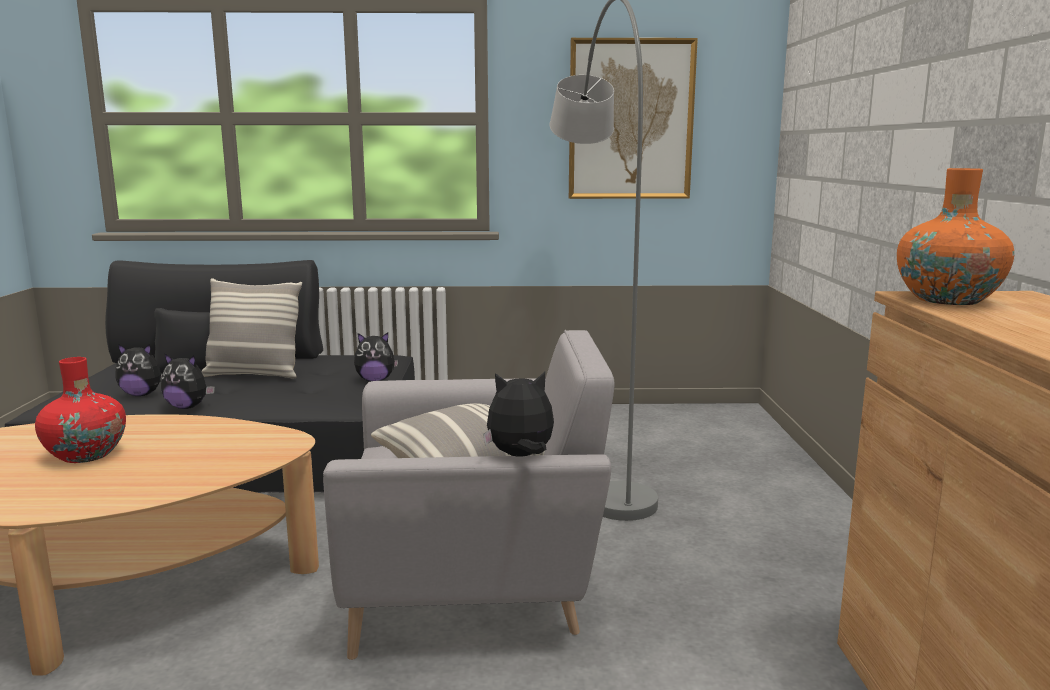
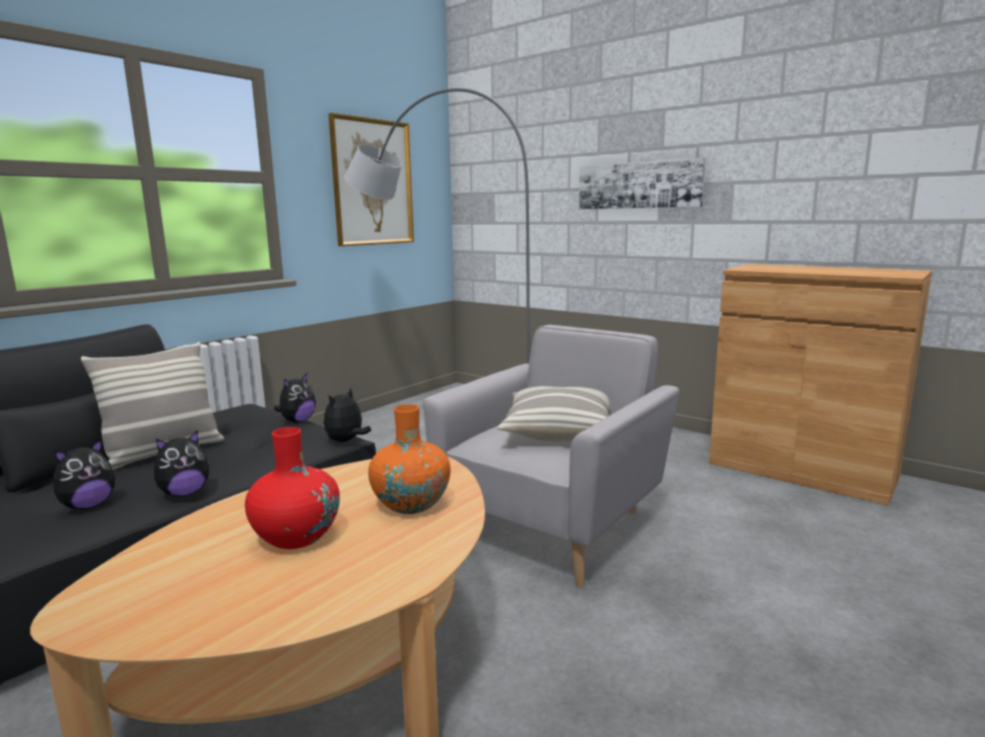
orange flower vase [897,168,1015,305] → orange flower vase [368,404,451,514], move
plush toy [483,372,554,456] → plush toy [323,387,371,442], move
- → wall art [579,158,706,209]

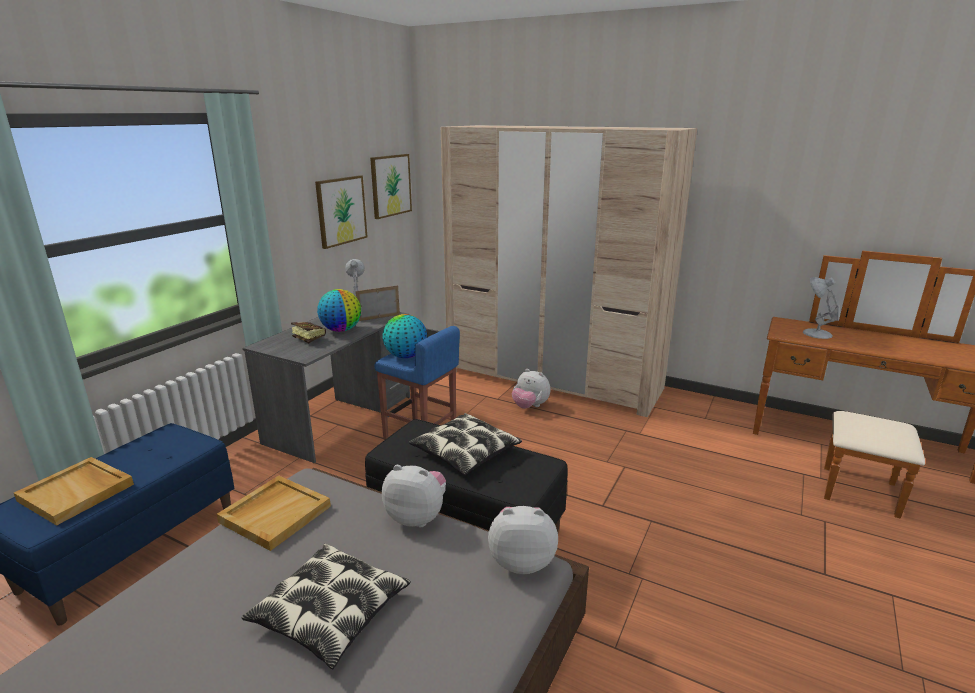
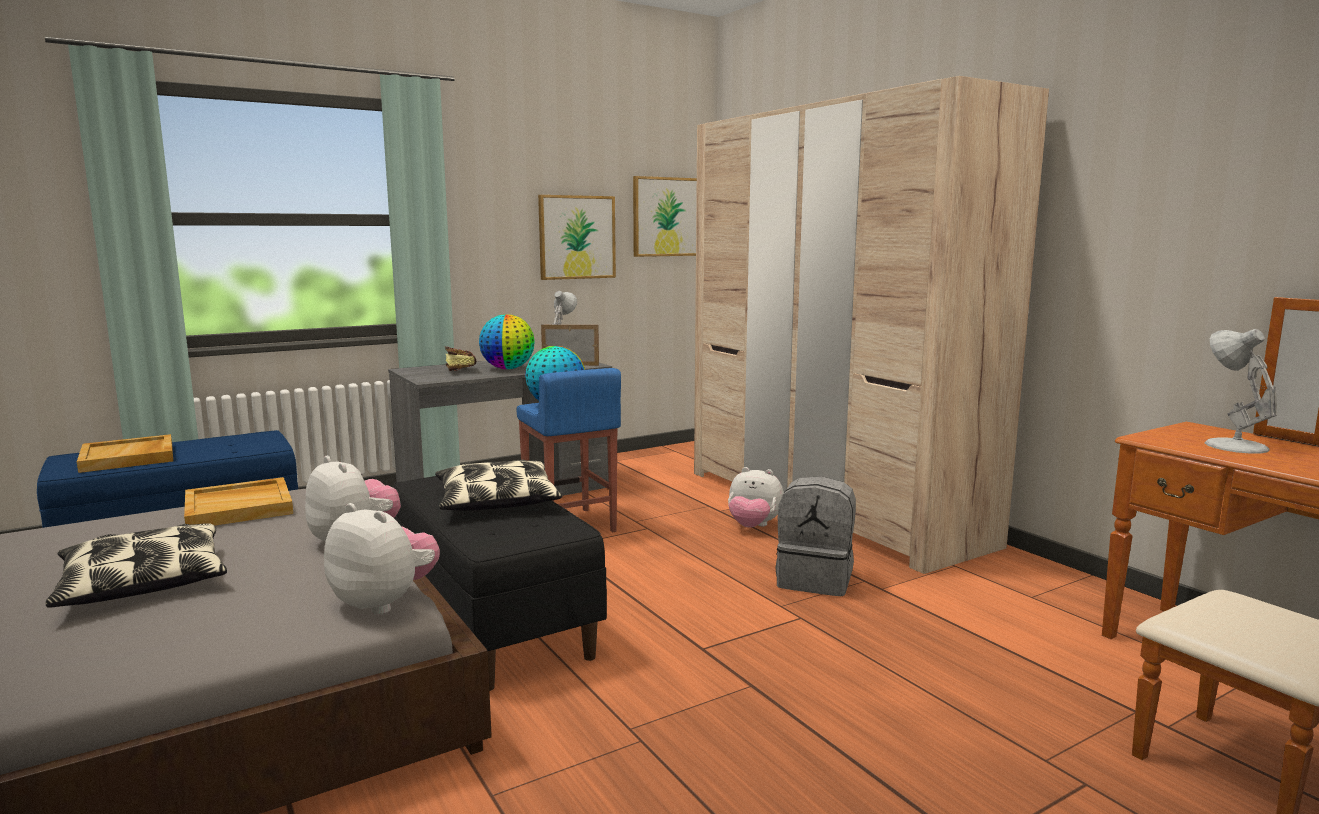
plush toy [512,369,550,409] → plush toy [728,467,784,528], 45 degrees counterclockwise
- → greyish rucksack [775,476,856,596]

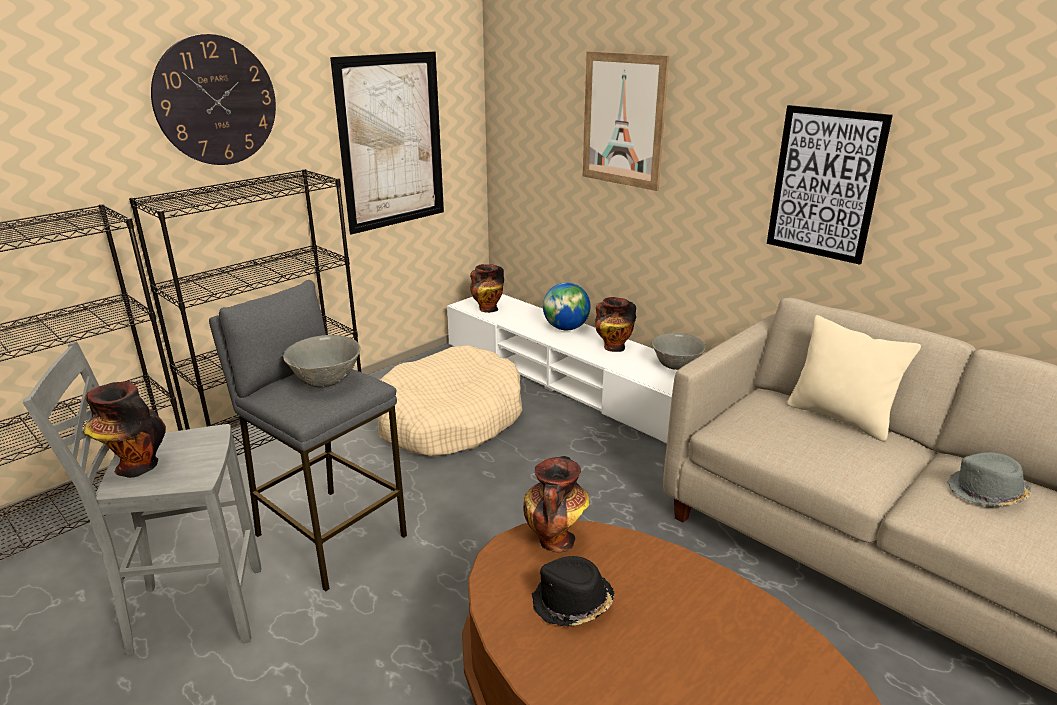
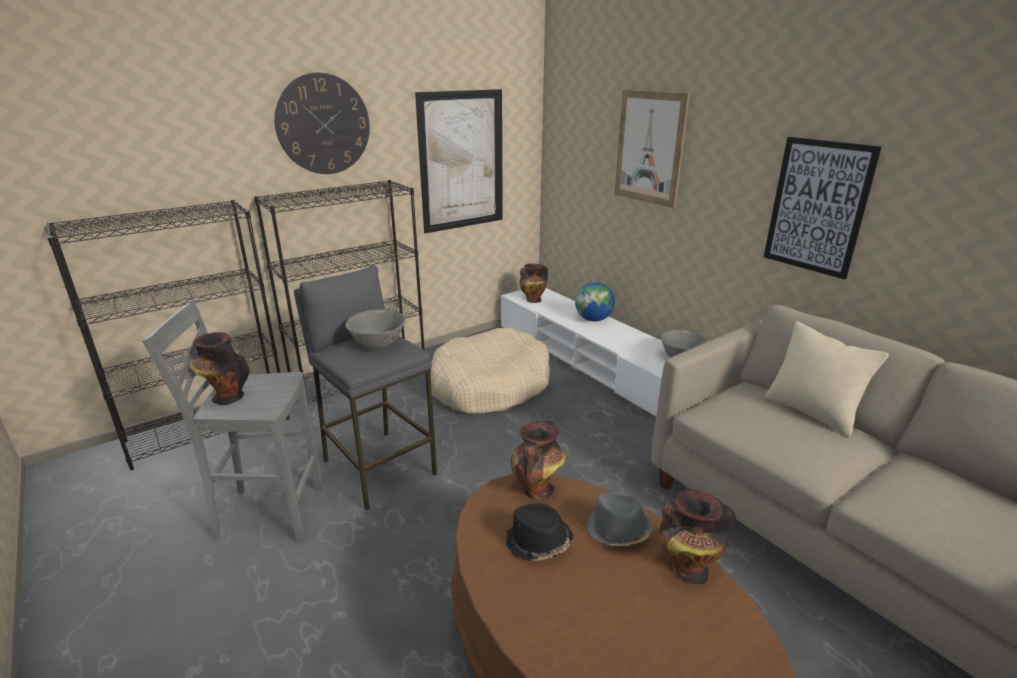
flower vase [595,297,636,352] → flower vase [659,489,736,584], move
greyish wearable hat [947,452,1031,506] → greyish wearable hat [586,492,653,546], move

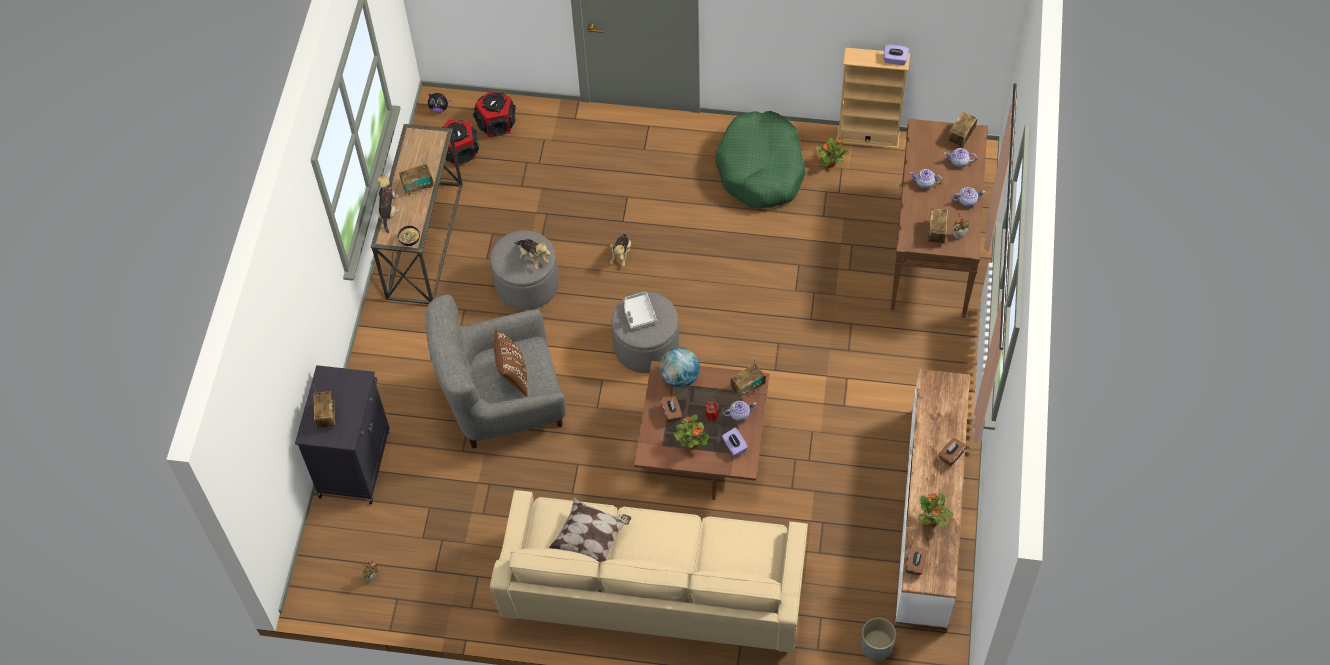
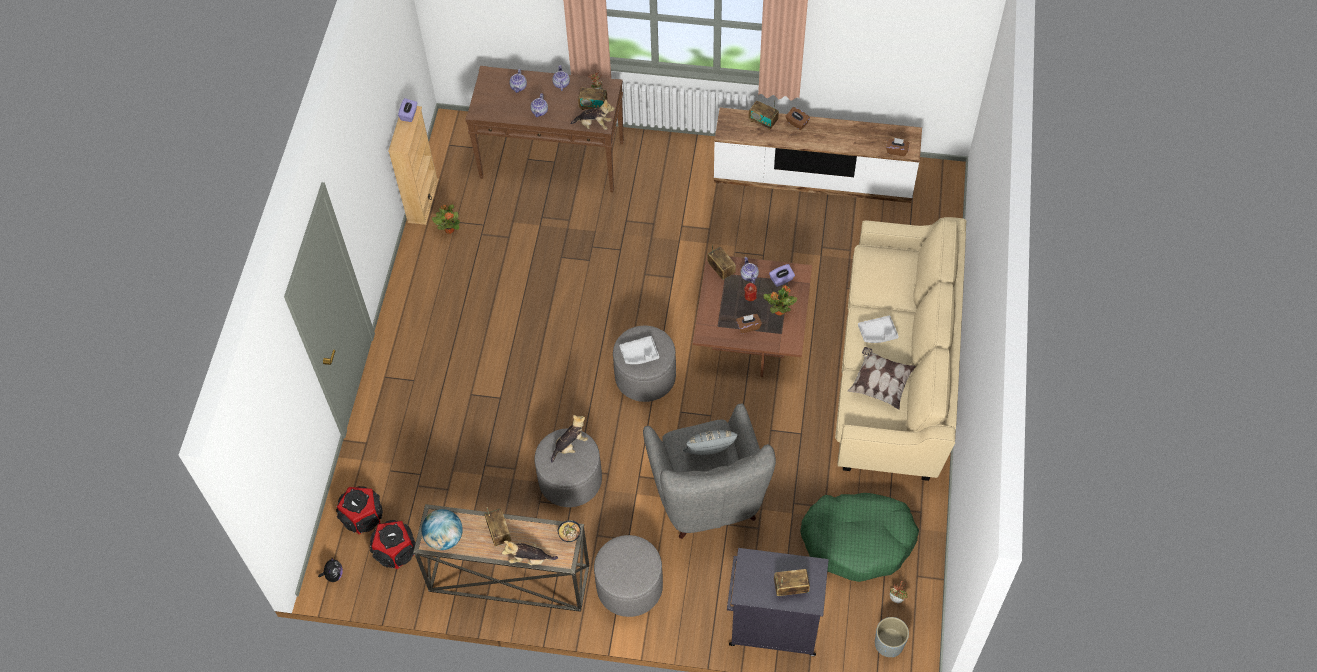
green pet bed [715,111,806,209] → green pet bed [800,493,919,582], move
radio receiver [948,111,977,147] → radio receiver [748,100,779,130], move
plush toy [610,233,631,267] → plush toy [570,99,615,130], move
brown-coloured throw pillow [494,329,528,397] → greyish throw pillow [683,430,738,455]
world globe [660,348,700,388] → world globe [422,509,463,550], move
plant in a pot [918,493,953,527] → -
greyish plant pot [861,617,896,661] → greyish plant pot [875,617,909,657], move
- → greyish carrying tray [858,315,899,343]
- → greyish footrest [594,535,663,617]

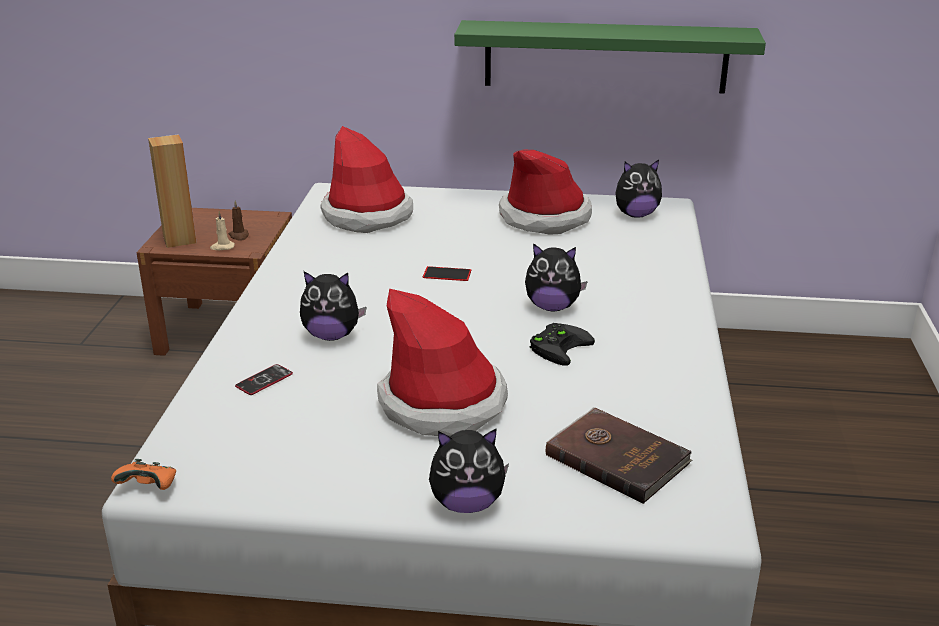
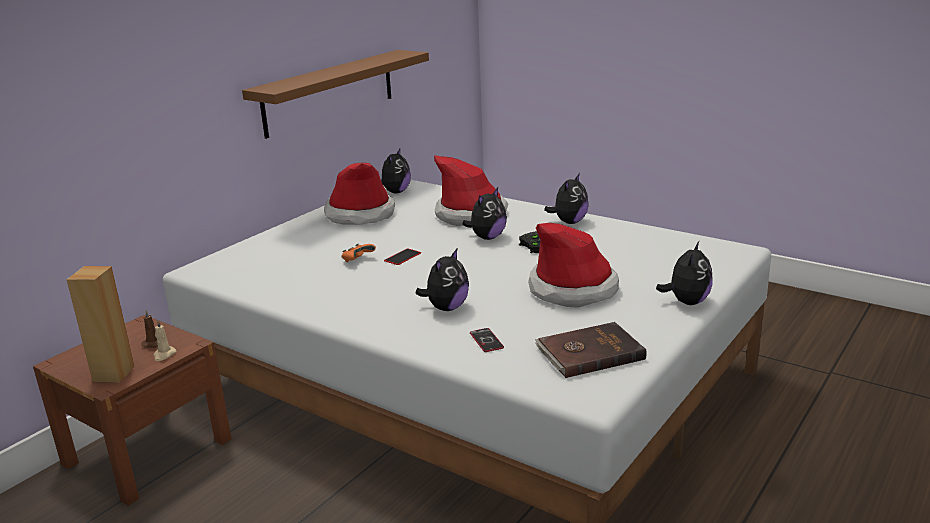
green bracket shelf [454,20,766,94] → brown-coloured bracket shelf [242,50,429,139]
wearable hat [320,126,413,233] → wearable hat [434,155,509,226], move
brown-coloured volume [546,407,693,504] → brown-coloured volume [535,322,647,378], move
orange gamepad [111,459,176,490] → orange gamepad [341,244,376,262], move
- → plush toy [544,173,589,224]

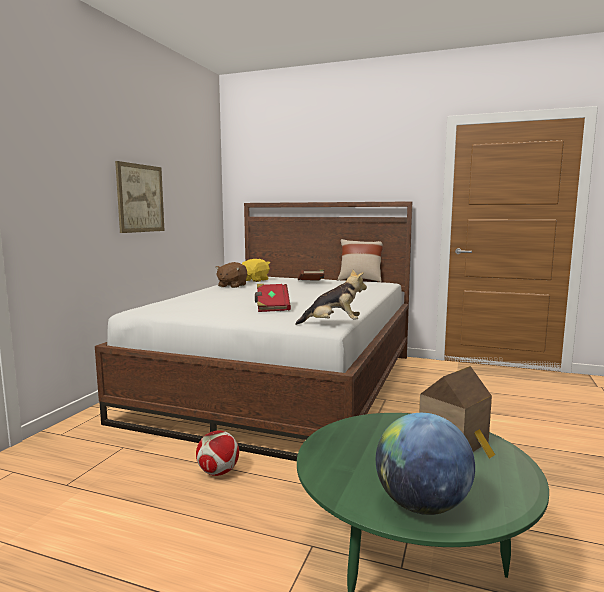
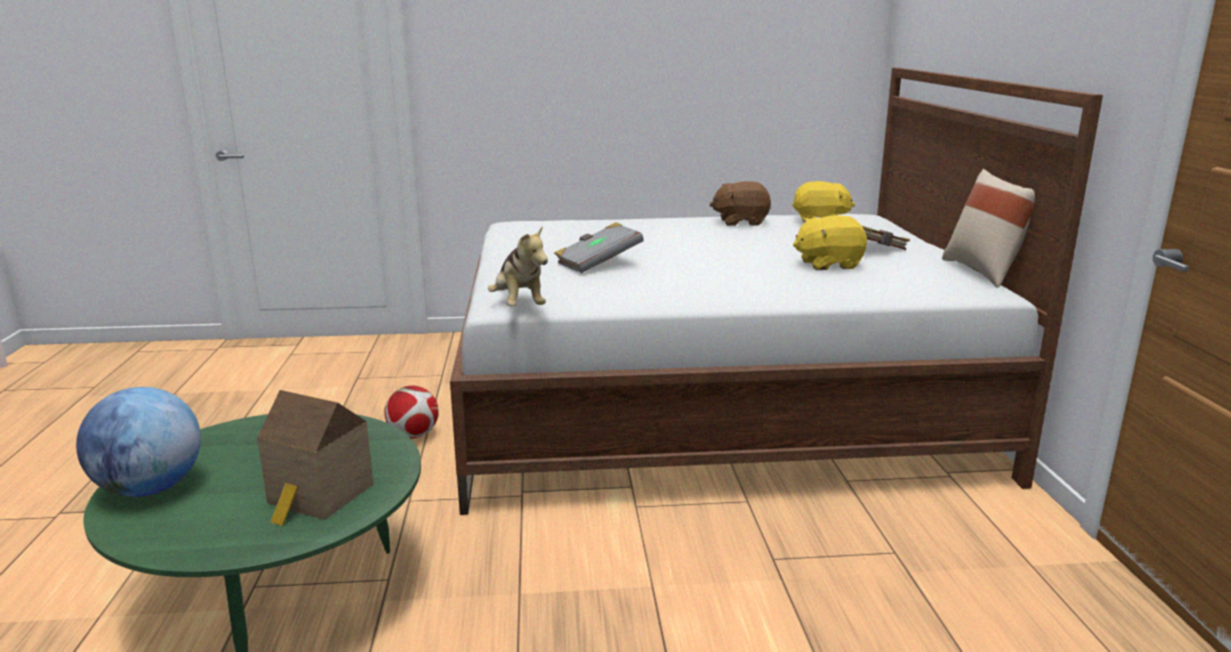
wall art [115,161,164,233] → -
reddish volume [255,284,291,312] → greyish volume [554,222,644,273]
- → yellow-coloured plush toy [793,215,867,270]

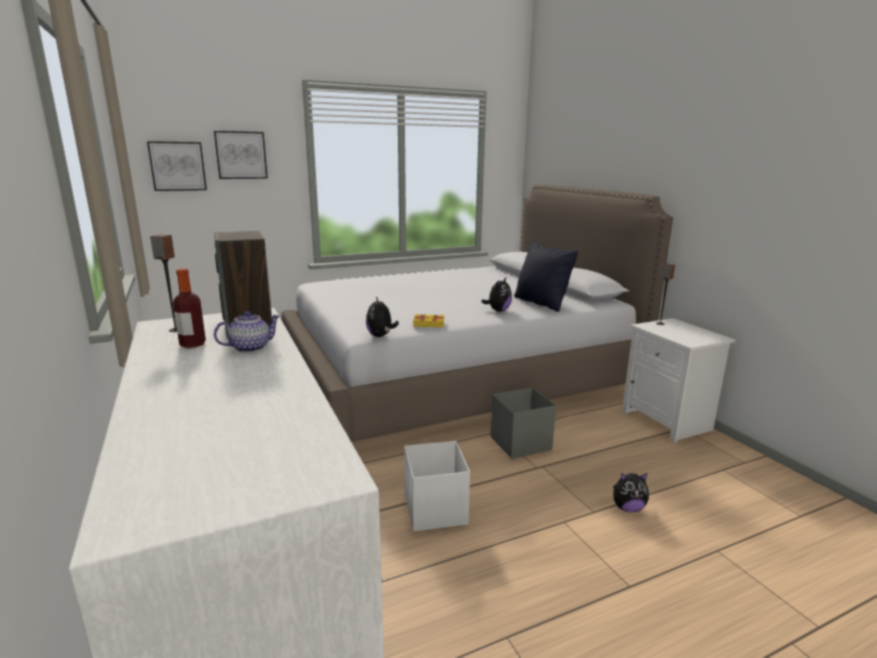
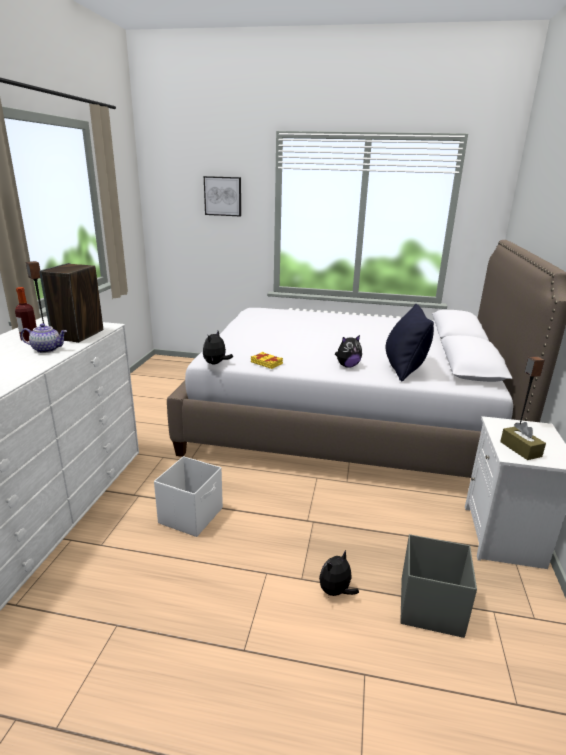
wall art [147,141,207,191] → -
greyish storage container [490,387,556,458] → greyish storage container [400,534,477,638], move
plush toy [613,473,649,512] → plush toy [319,550,359,596], 105 degrees clockwise
- → brown-coloured tissue holder [500,422,546,460]

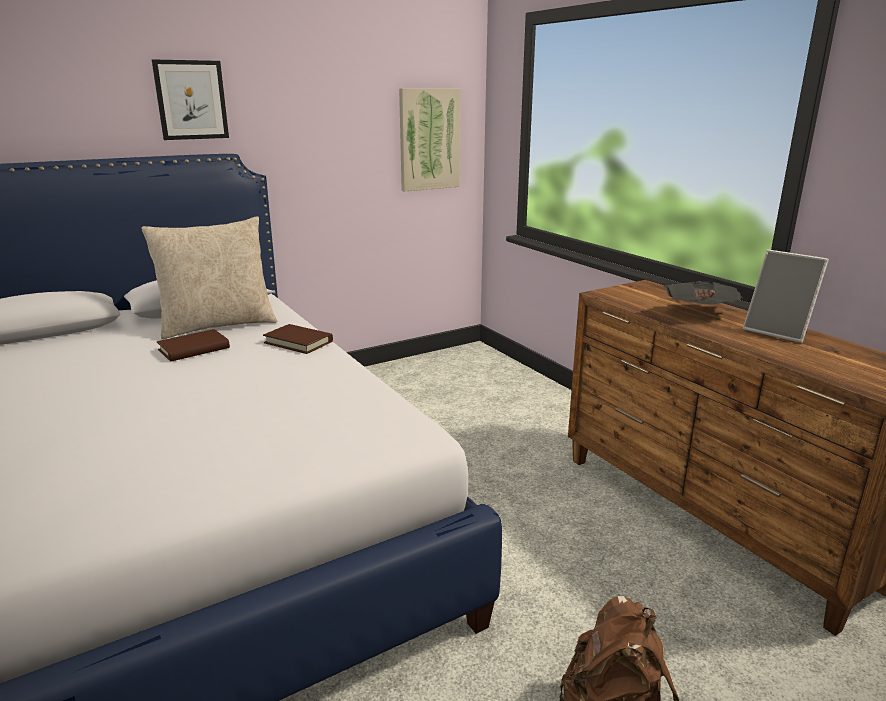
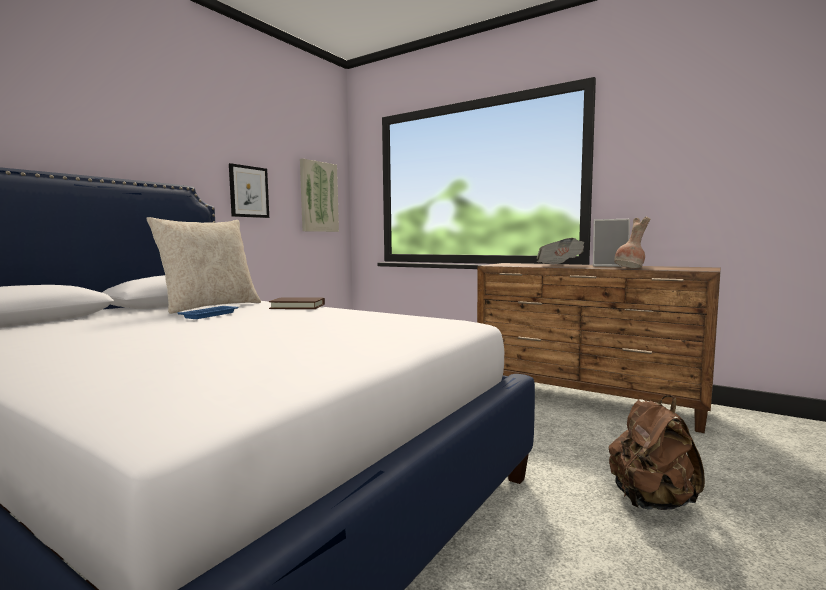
wall art [152,59,229,140] → wall art [229,163,269,218], move
brown-coloured volume [157,329,230,362] → bluish carrying tray [177,306,239,319]
- → brown-coloured flower vase [614,216,651,268]

